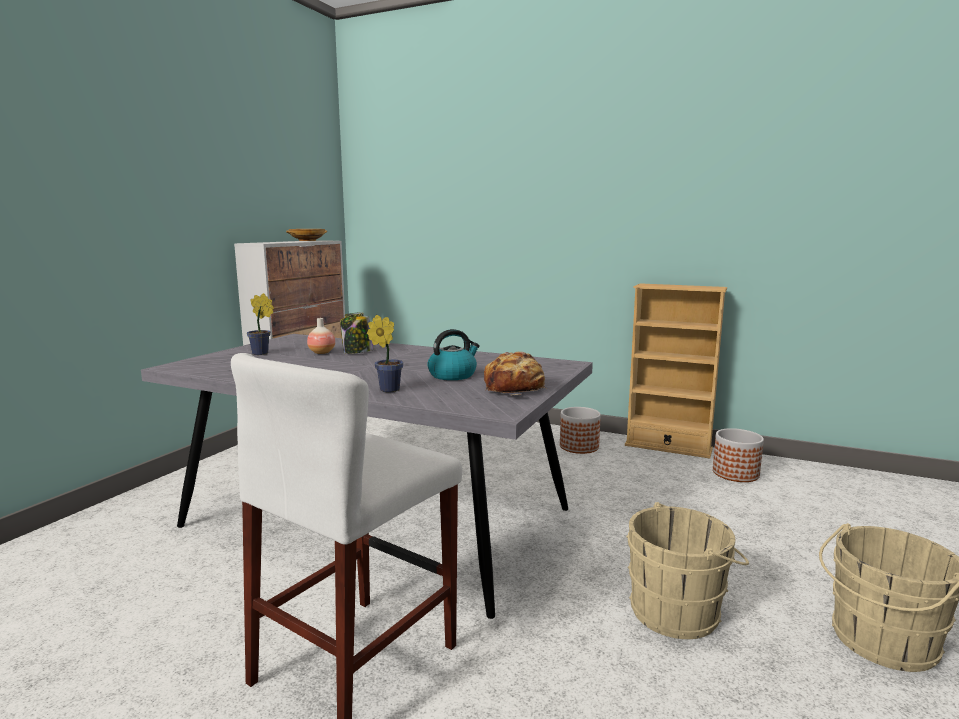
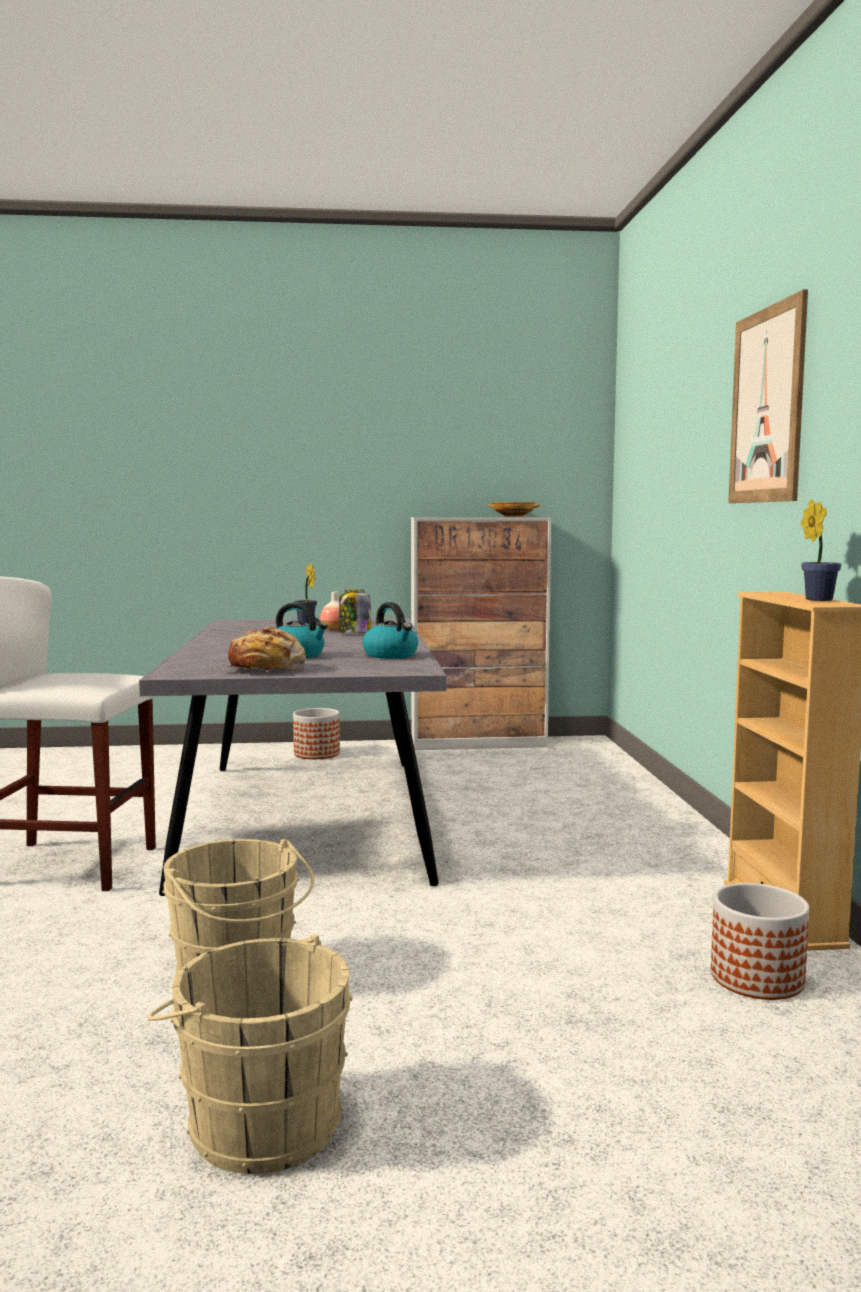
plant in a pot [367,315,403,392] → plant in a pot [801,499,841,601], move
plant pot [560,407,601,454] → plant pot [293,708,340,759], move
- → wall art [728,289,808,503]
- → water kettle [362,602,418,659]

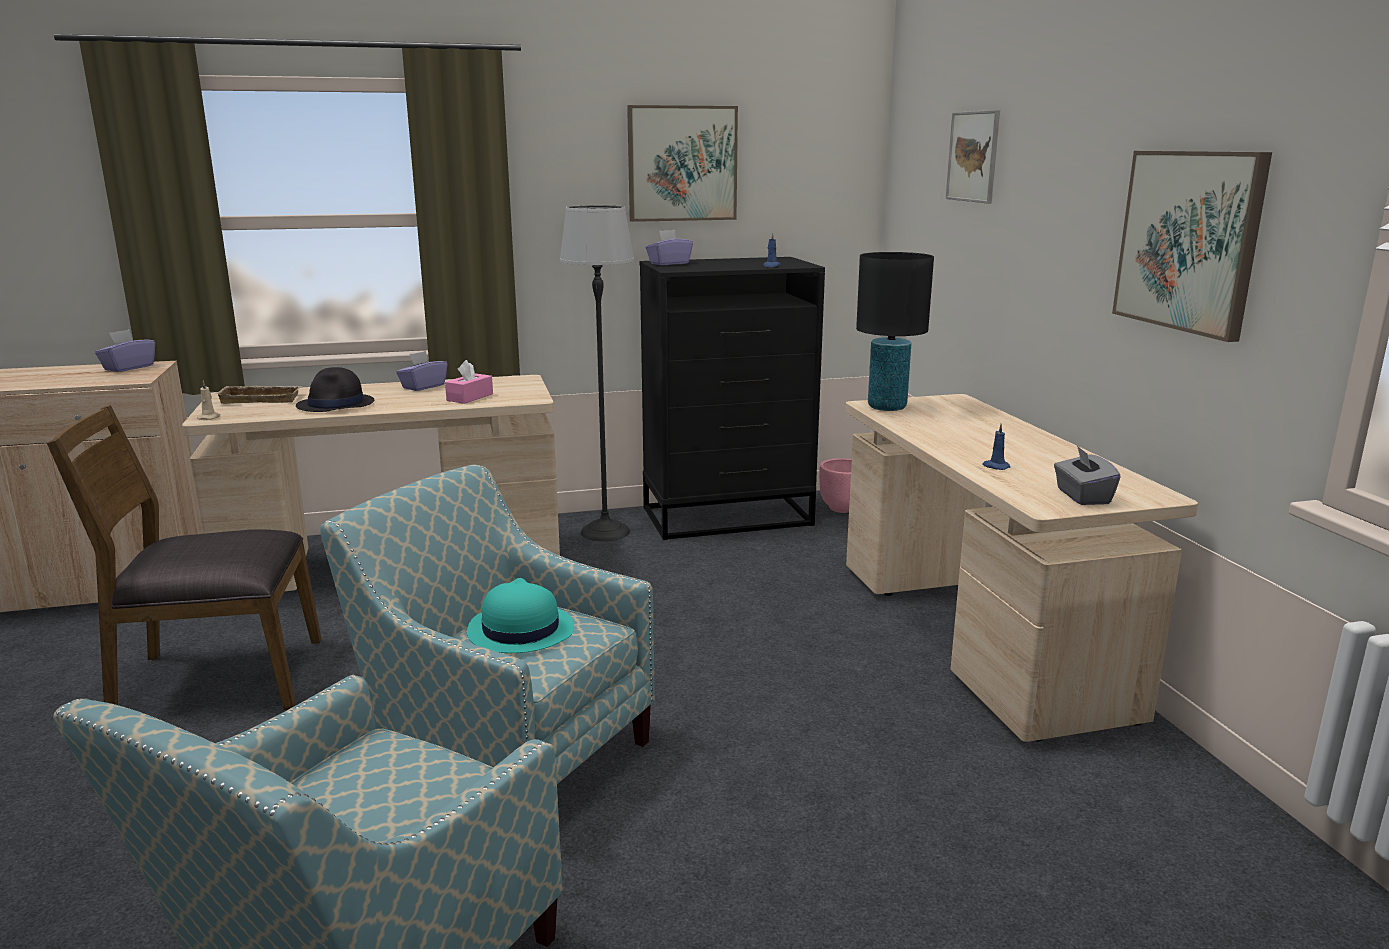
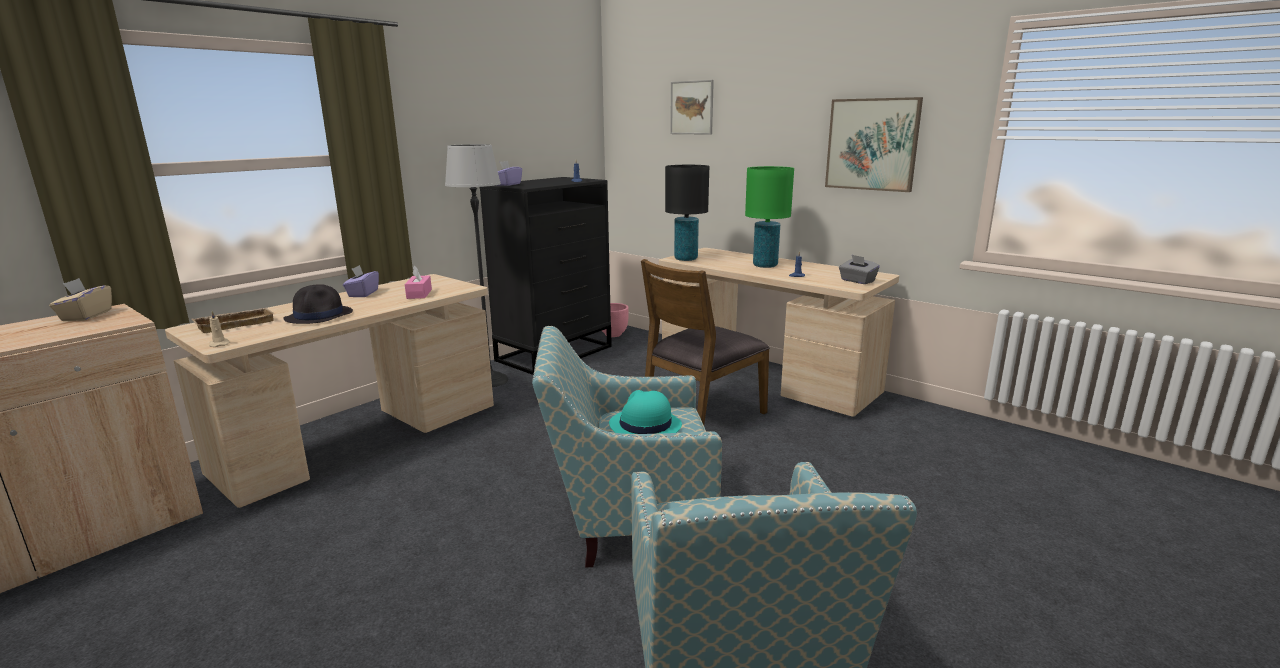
wall art [627,105,738,222] → -
purplish tissue holder [95,329,155,372] → beige-coloured tissue holder [49,278,112,321]
brown-coloured plain chair [47,405,321,710] → brown-coloured plain chair [641,259,770,425], move
- → green tabletop lamp [745,166,794,268]

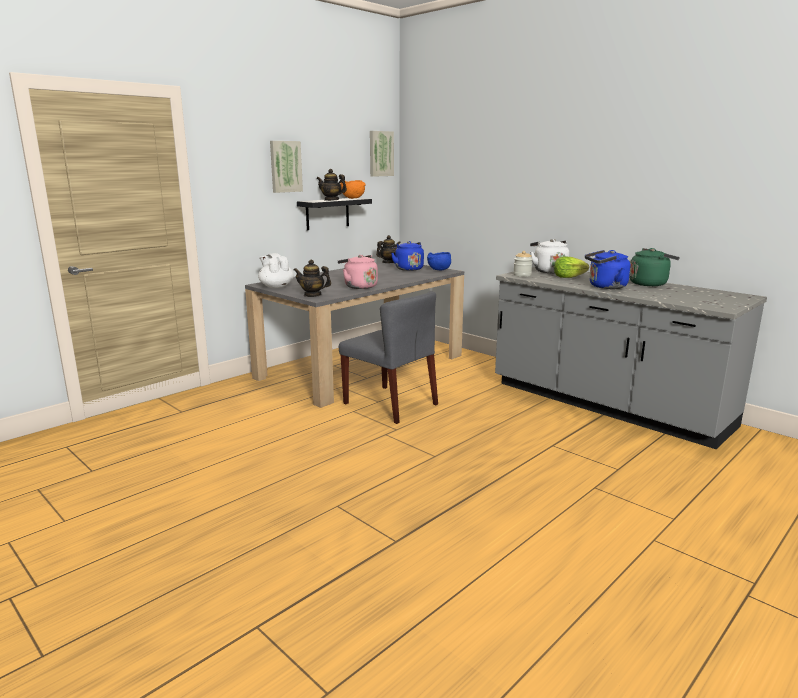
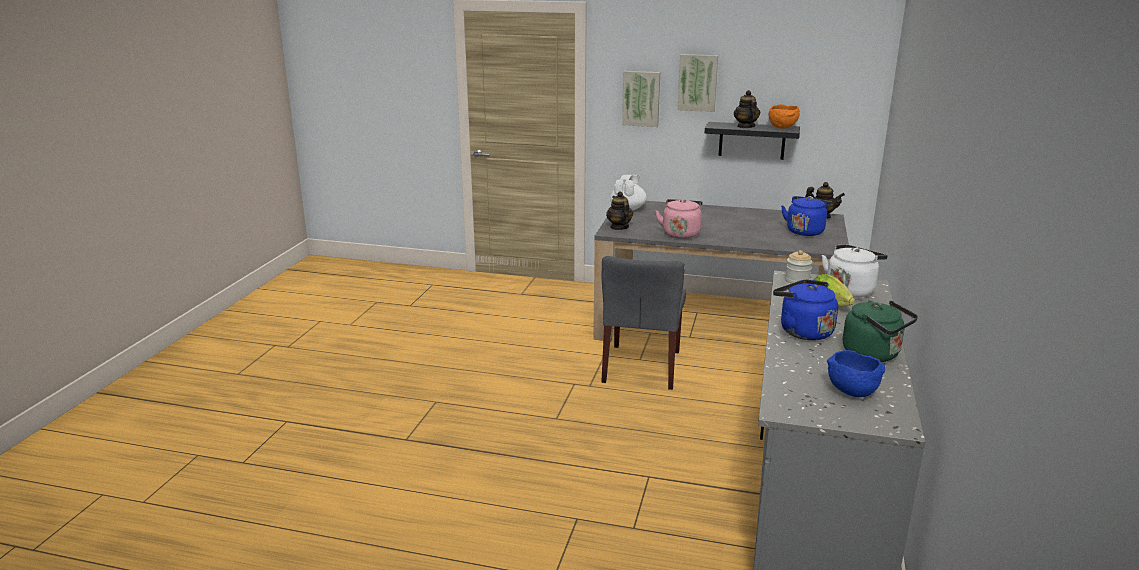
wall art [370,131,394,177] → wall art [622,71,660,127], move
bluish serving bowl [427,252,451,271] → bluish serving bowl [827,350,885,397], move

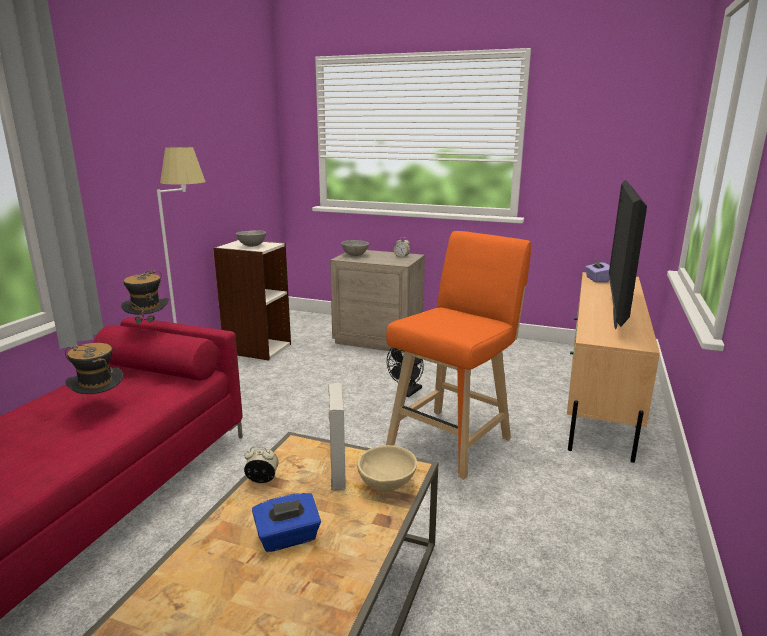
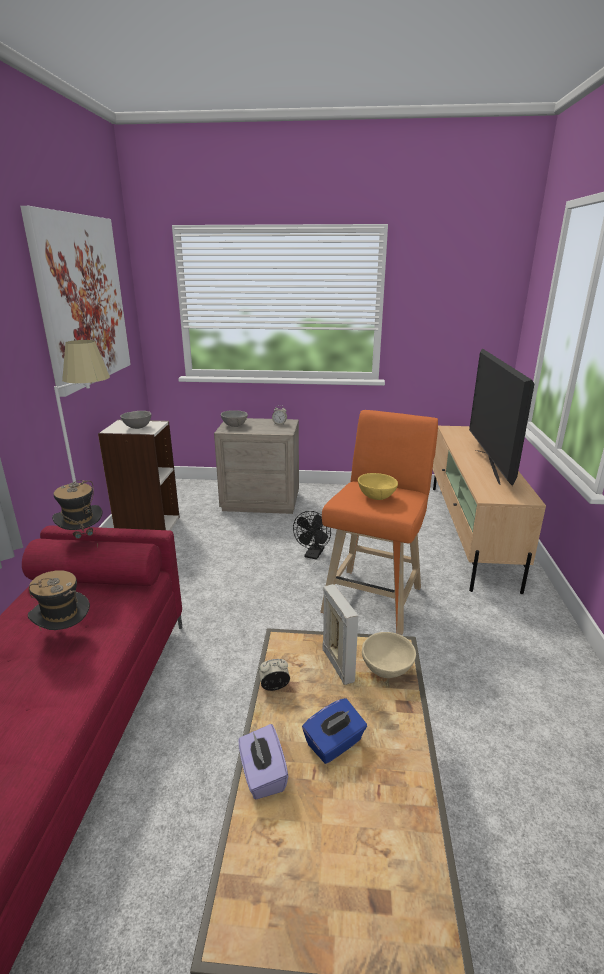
purplish tissue holder [585,258,610,283] → purplish tissue holder [238,724,288,799], move
- → wall art [20,206,131,397]
- → yellow-coloured serving bowl [358,473,398,500]

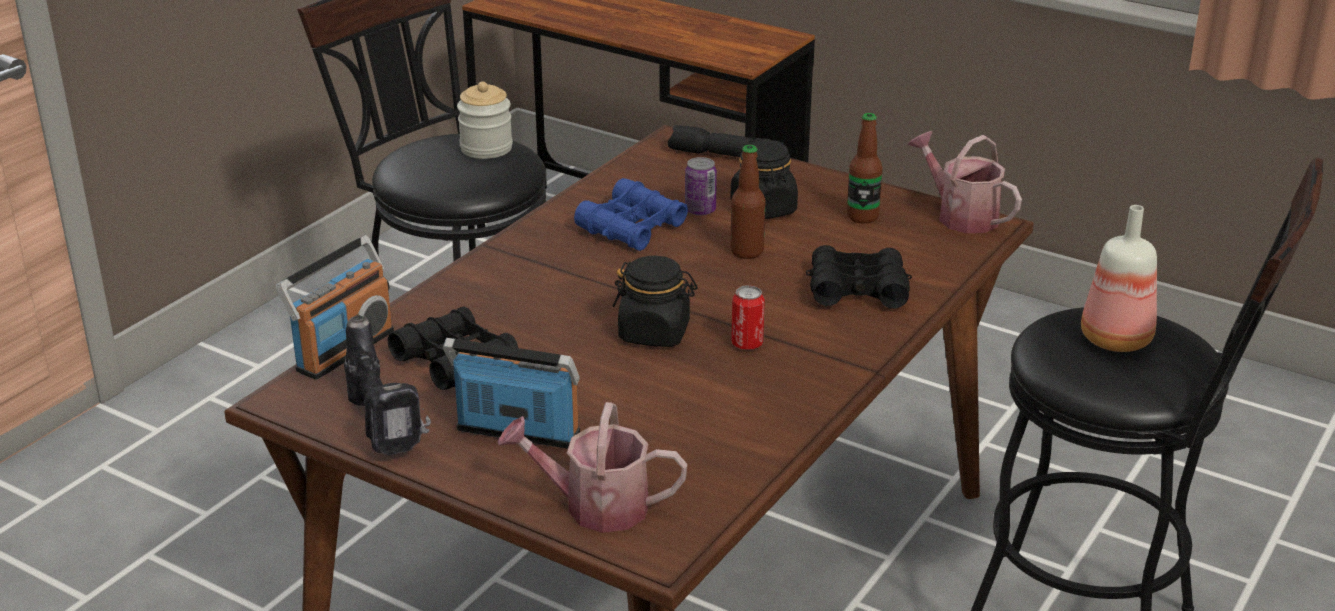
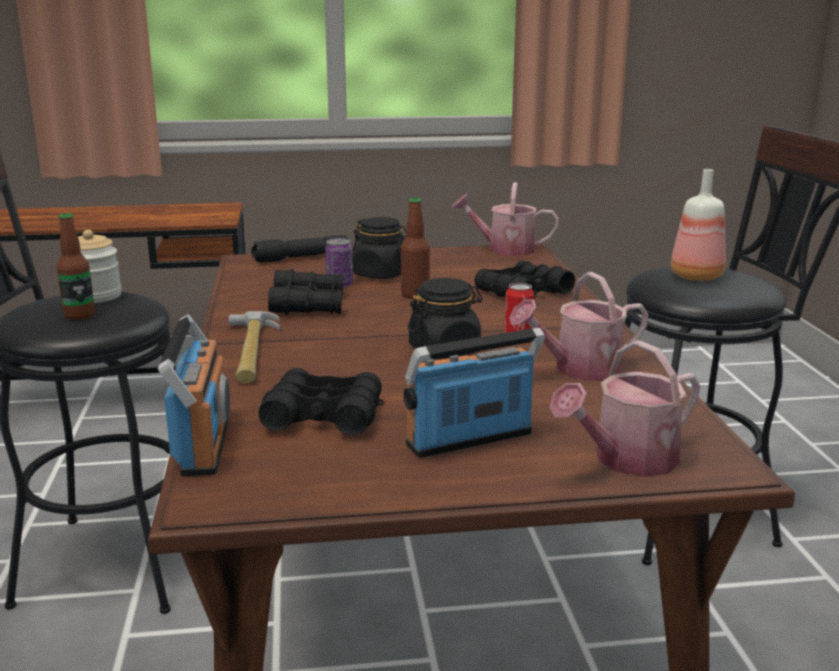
drink bottle [847,113,883,224] → drink bottle [57,213,95,320], move
bluish field glasses [574,178,688,251] → black-coloured field glasses [268,269,343,315]
electric drill [344,314,431,456] → -
- → watering can [509,272,649,381]
- → hand hammer [229,311,280,383]

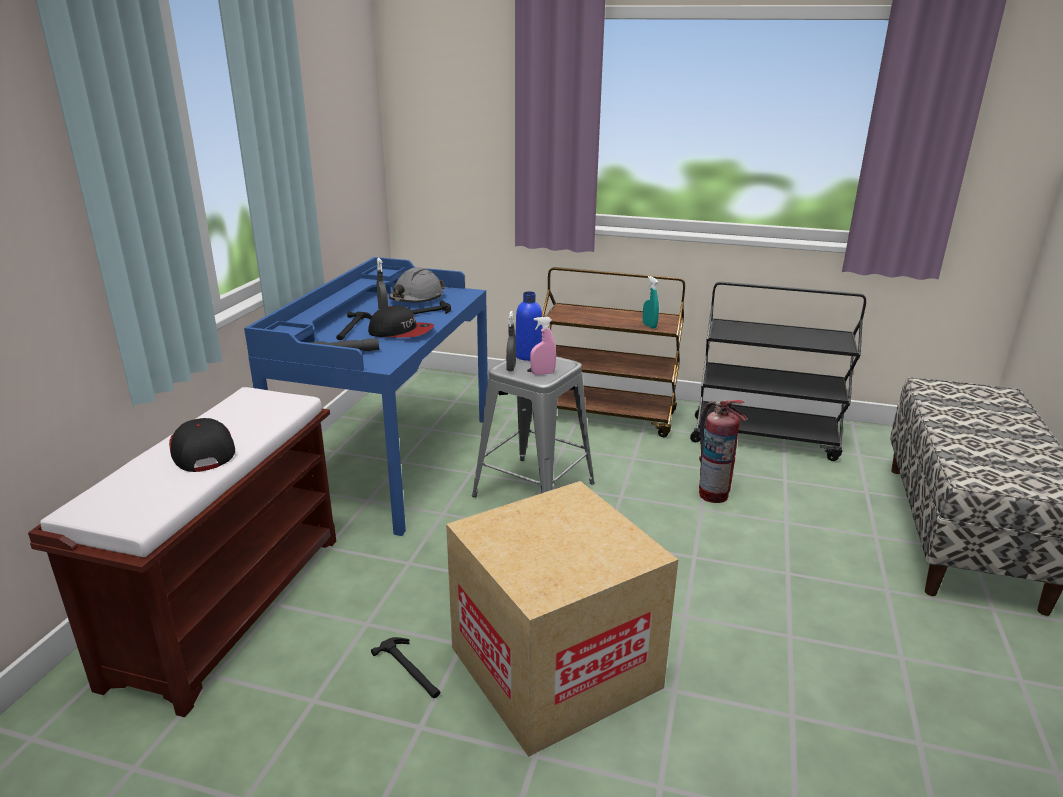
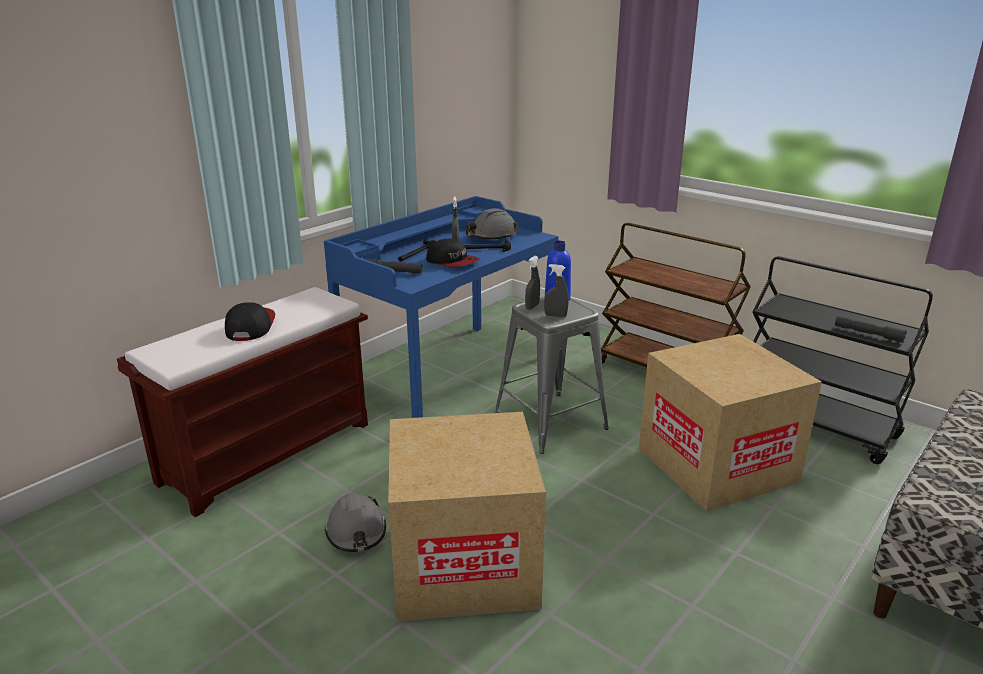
turquoise spray bottle [643,276,659,329] → -
pink-coloured spray bottle [530,317,556,375] → greyish spray bottle [544,264,569,317]
fire extinguisher [699,400,747,503] → packing box [639,334,822,511]
hand hammer [371,637,440,698] → greyish hard hat [325,493,386,552]
- → greyish hand torch [835,316,907,343]

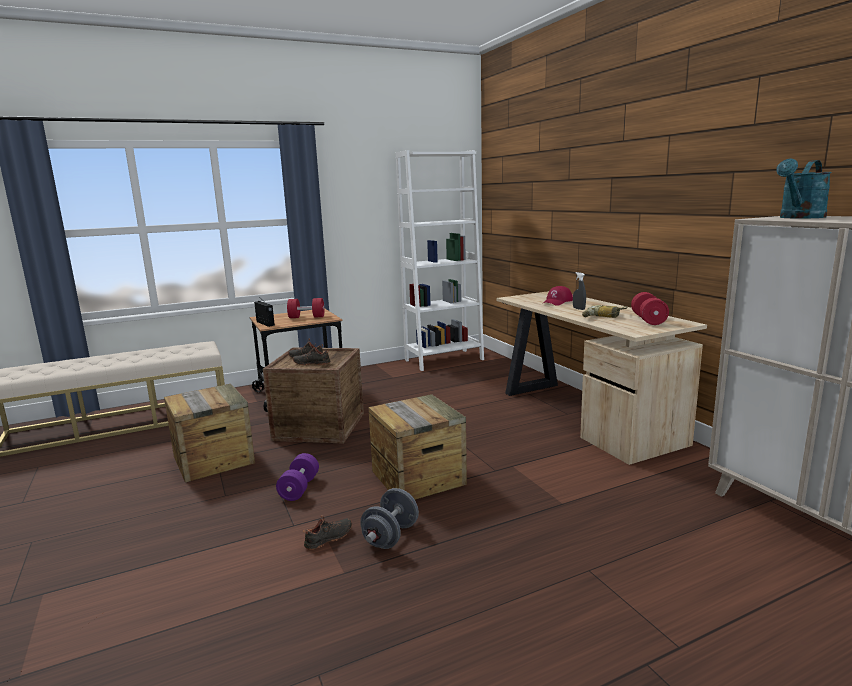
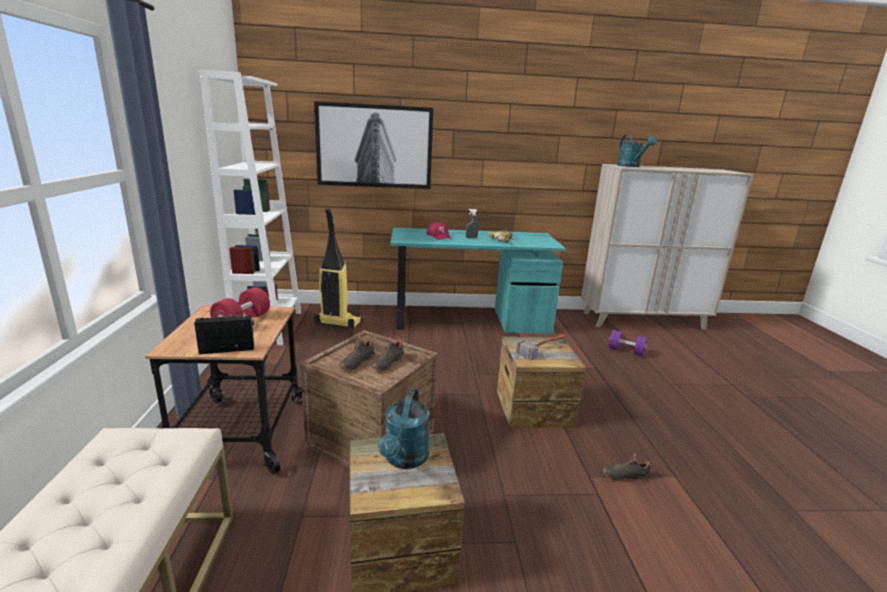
beige-coloured desk [497,291,707,465] → turquoise desk [390,228,566,334]
reddish free weight [631,292,669,325] → -
purplish free weight [276,453,319,501] → purplish free weight [609,330,647,356], move
greyish free weight [360,488,419,549] → -
black-coloured item of footwear [303,515,352,550] → black-coloured item of footwear [603,454,653,482], 75 degrees counterclockwise
- → wall art [314,101,433,189]
- → hoover [314,208,363,329]
- → hand hammer [514,334,565,360]
- → turquoise watering can [378,388,430,469]

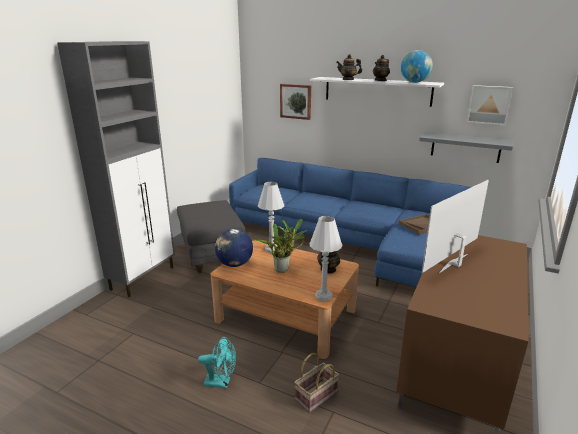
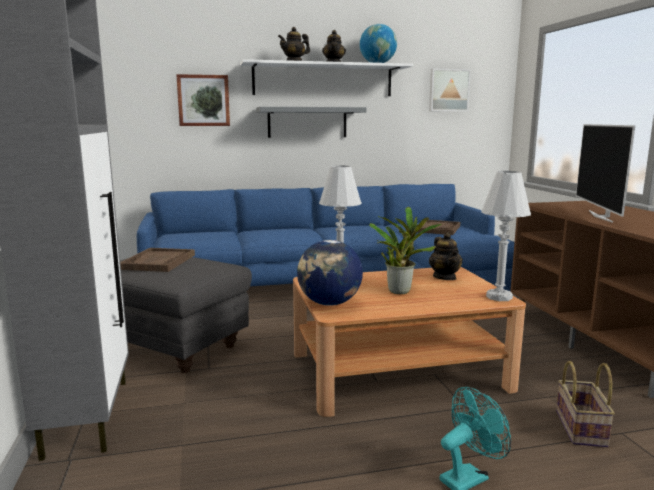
greyish bracket shelf [419,132,514,163] → greyish bracket shelf [256,107,367,138], move
- → brown-coloured carrying tray [120,248,195,272]

